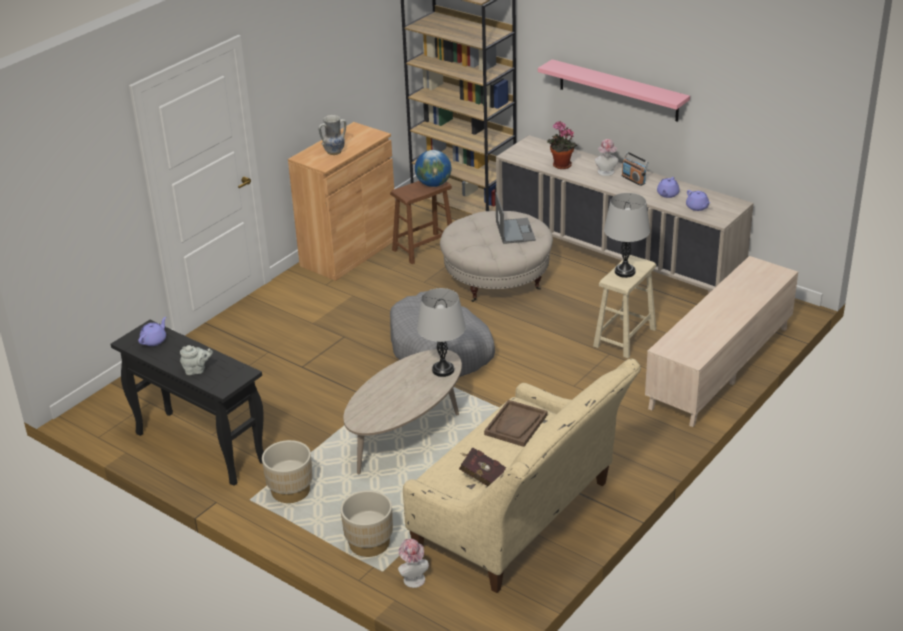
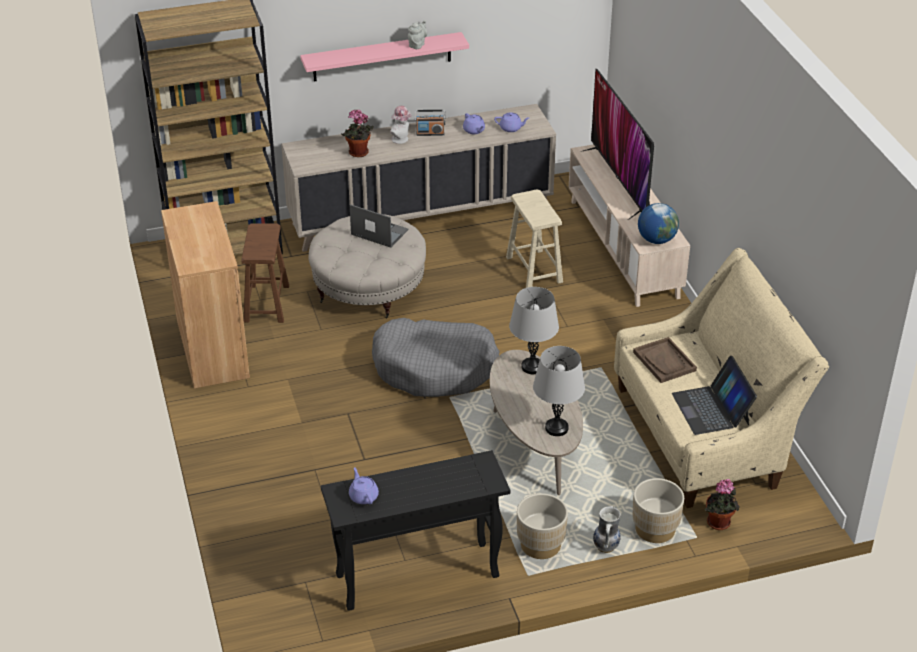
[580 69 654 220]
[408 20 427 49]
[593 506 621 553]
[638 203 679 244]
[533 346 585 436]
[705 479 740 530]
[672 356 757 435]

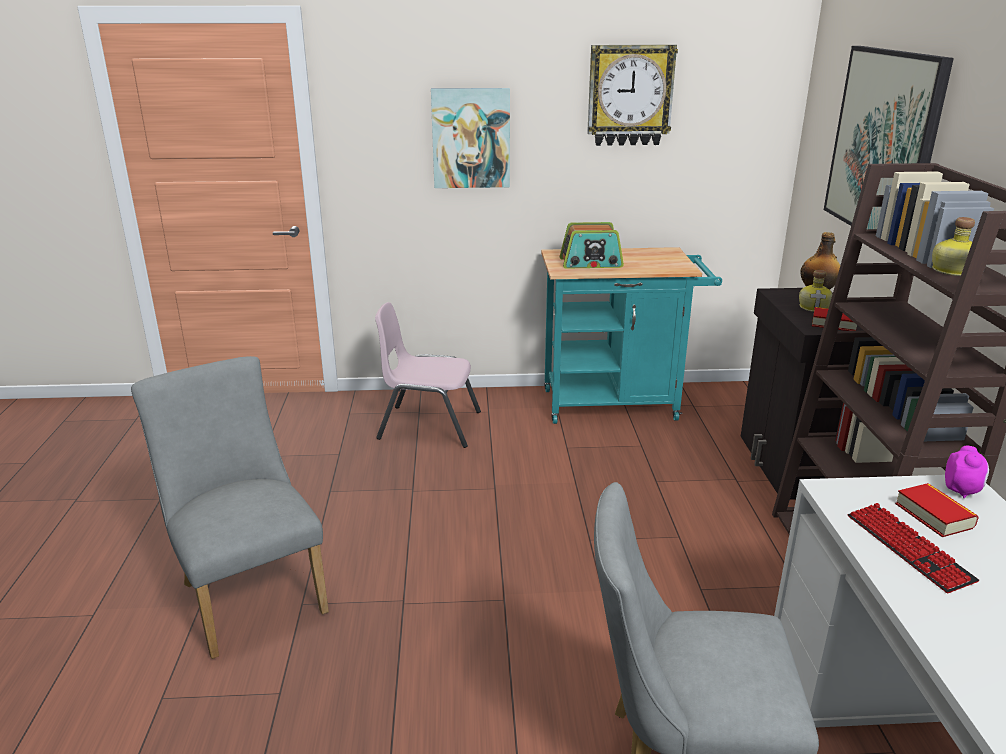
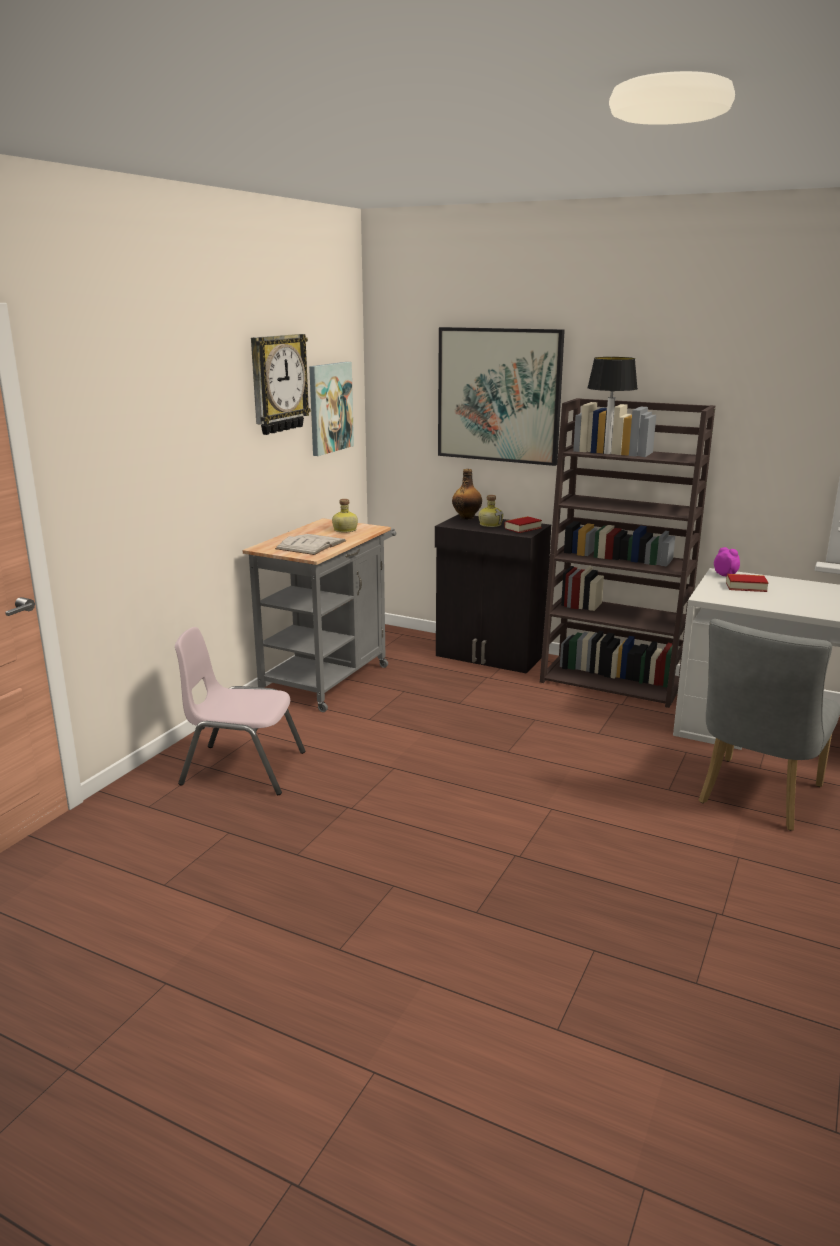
[131 356 329 659] (first image)
[848 503 979 593] (first image)
[587 357 638 454]
[309 362 354 456]
[332 499 358 532]
[275 534 347 555]
[242 518 396 712]
[175 627 305 795]

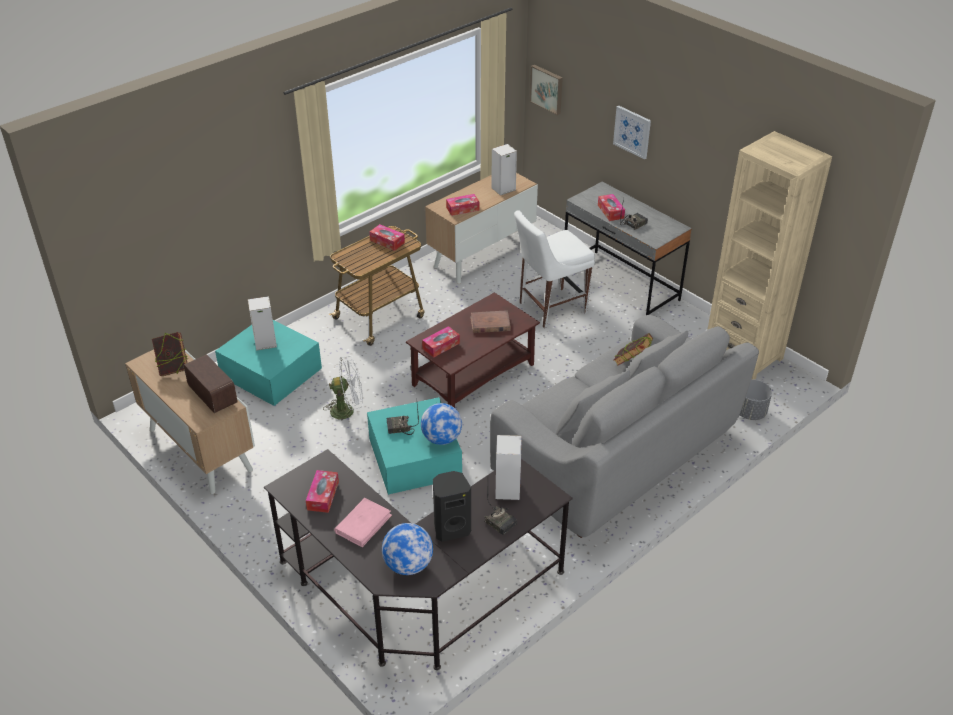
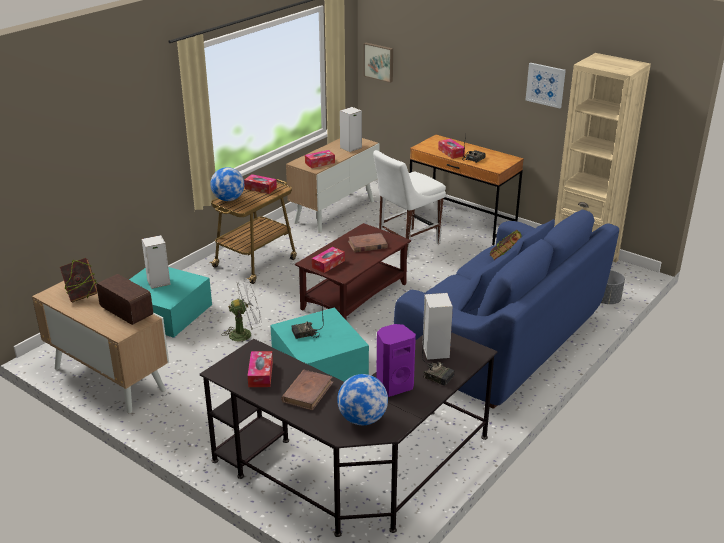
[210 167 244 201]
[526 63 566 108]
[281 370 333 411]
[376 324 416 397]
[394 209 619 409]
[410 135 524 245]

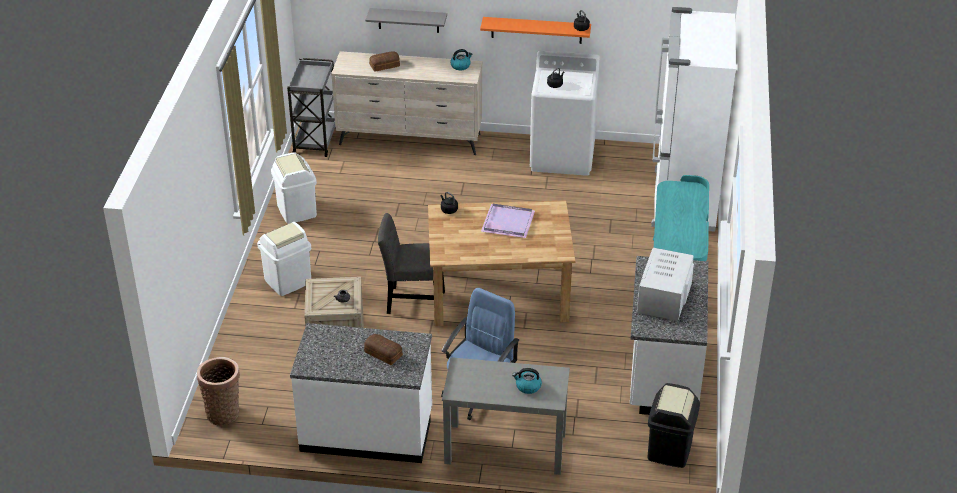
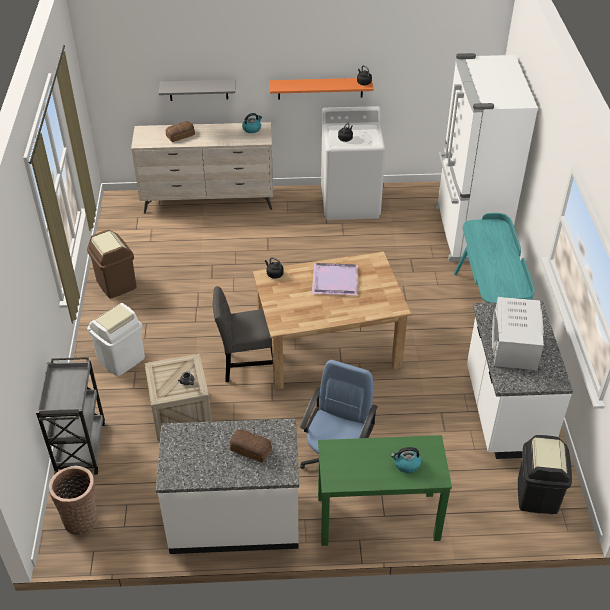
[36 357 105 475]
[87 230 137 299]
[318 435 452 546]

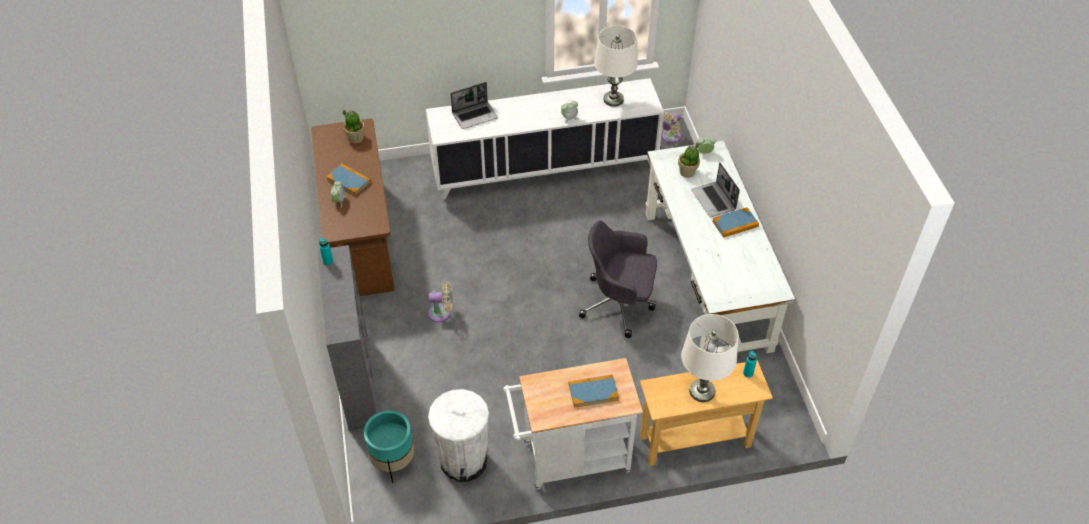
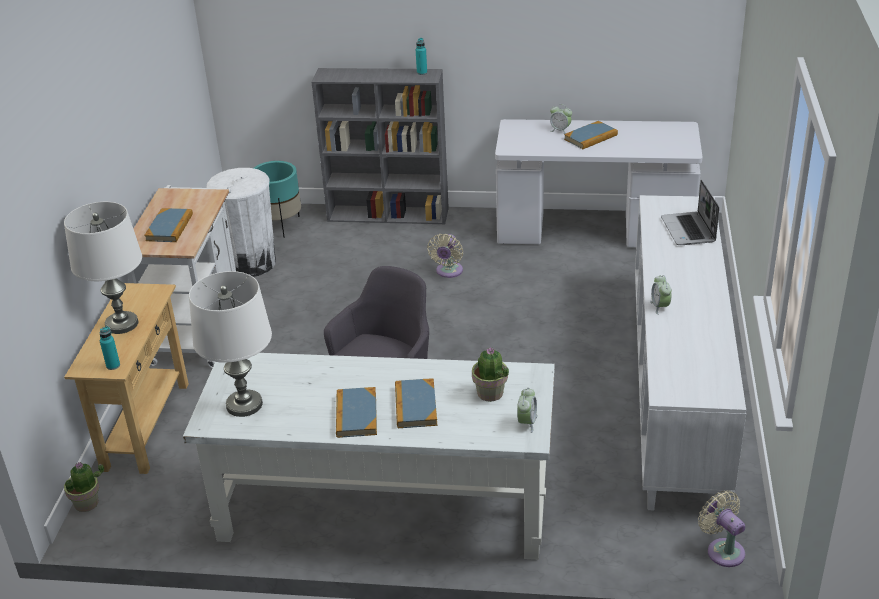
[64 462 104 512]
[189 271 272 417]
[395 378 437 428]
[495 119 703 247]

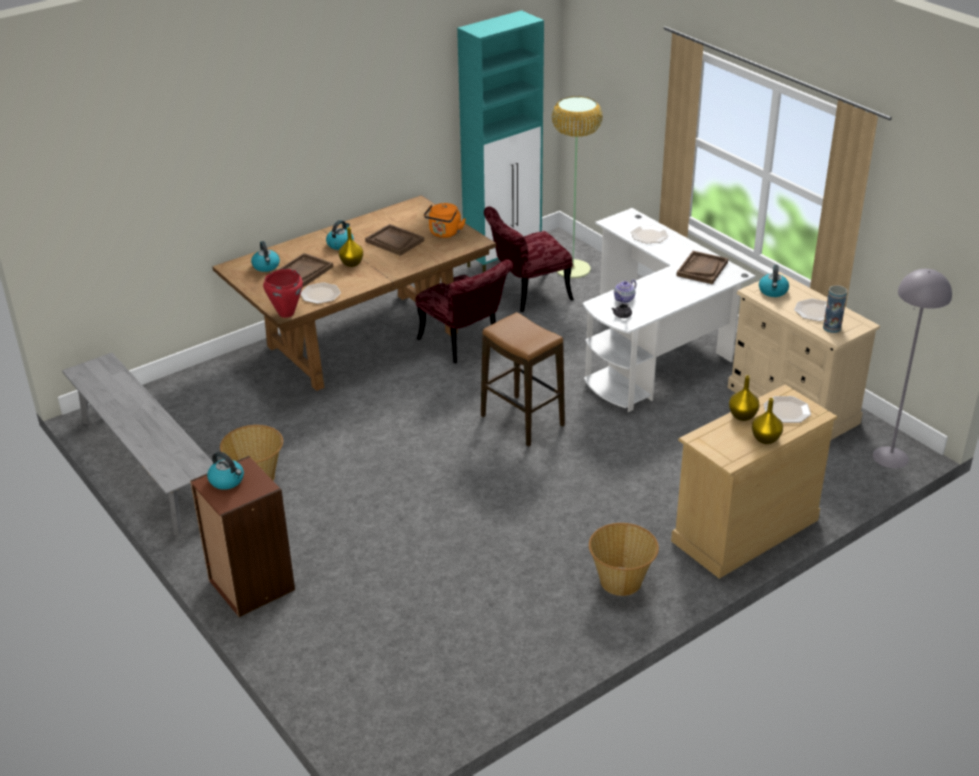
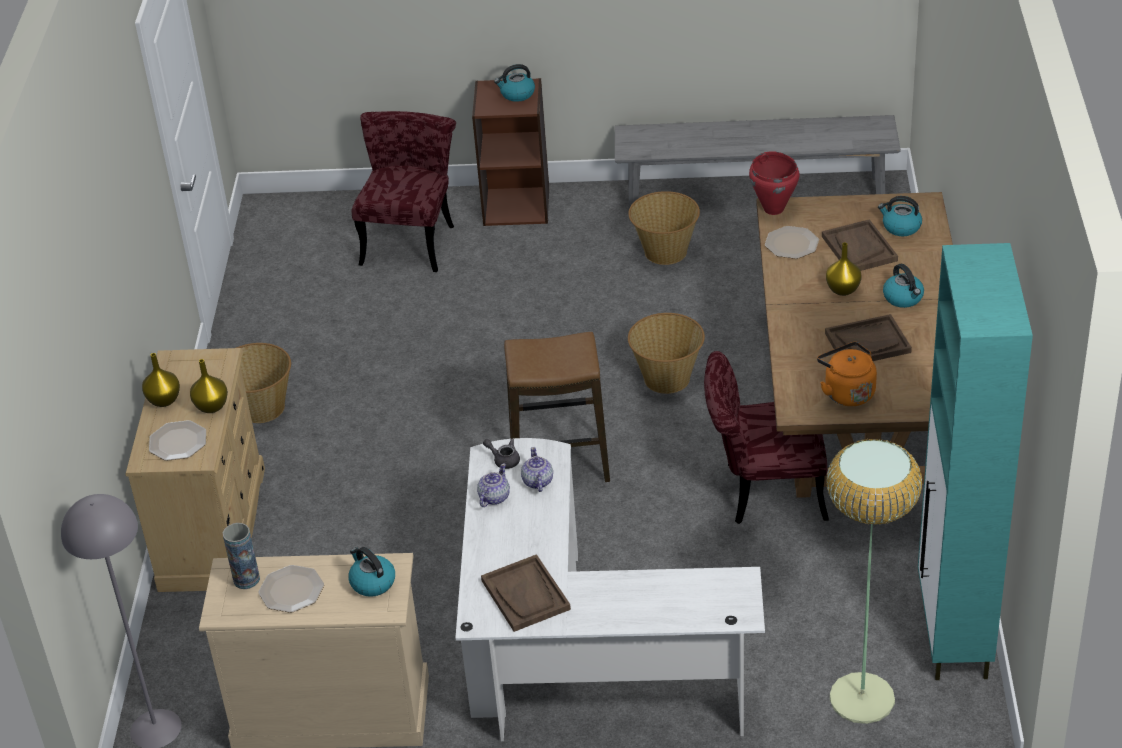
[631 225 668 243] (first image)
[477 463 510 507]
[628 313 705 394]
[351 111 456 272]

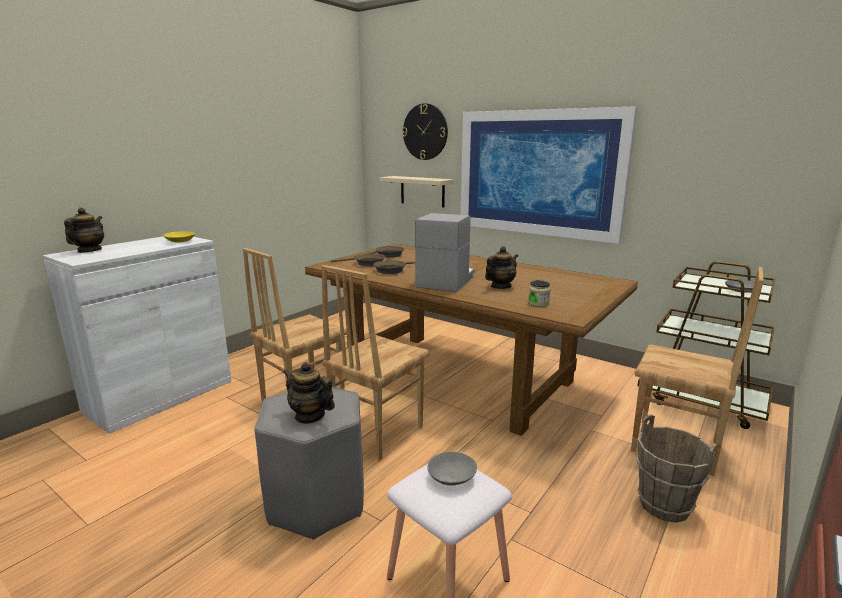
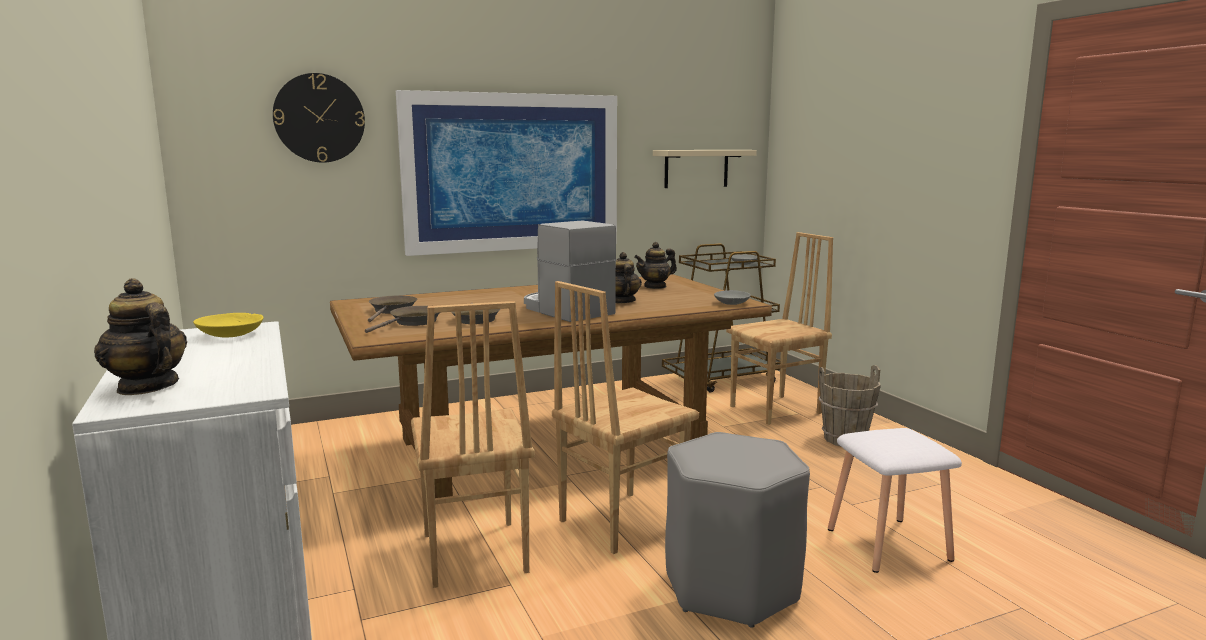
[528 280 550 307] (first image)
[634 242 677 289]
[653 150 757 188]
[714 290 751 305]
[552 281 699 554]

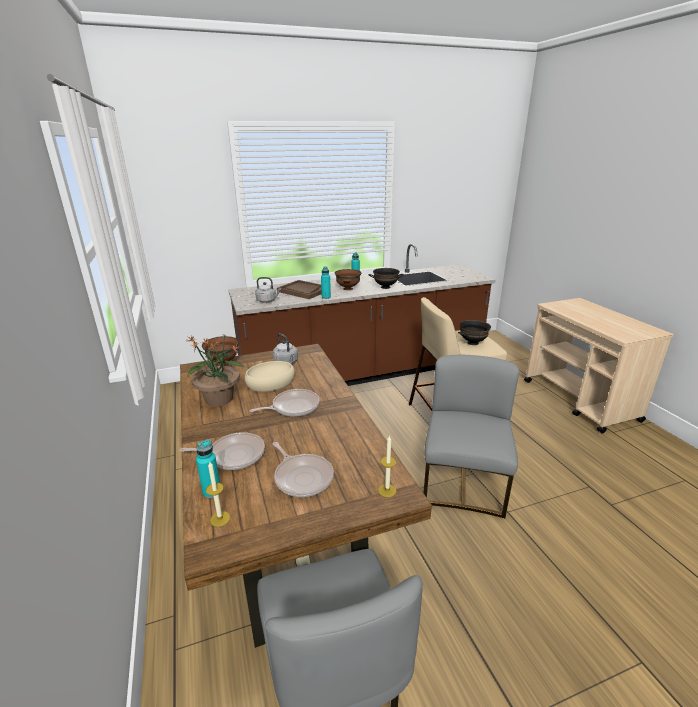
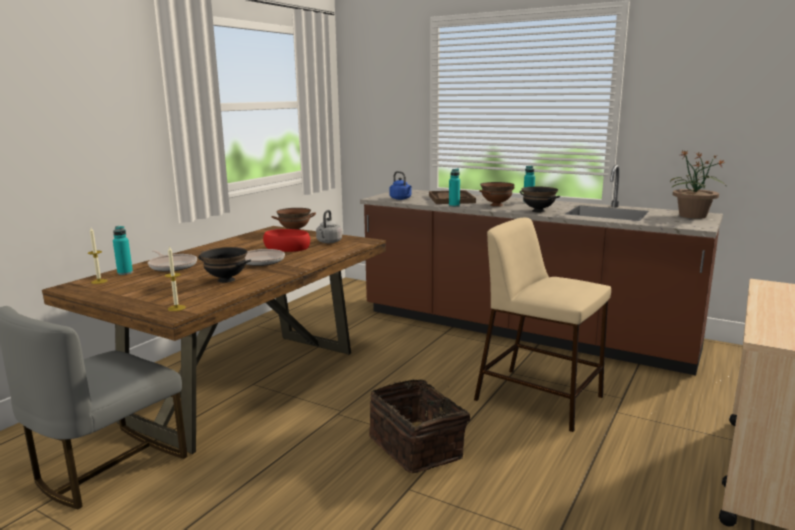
[272 442 334 497] (first image)
[670 150 727 219]
[198 247 251 283]
[369 380 470 473]
[263 229 310 252]
[389 171 412 200]

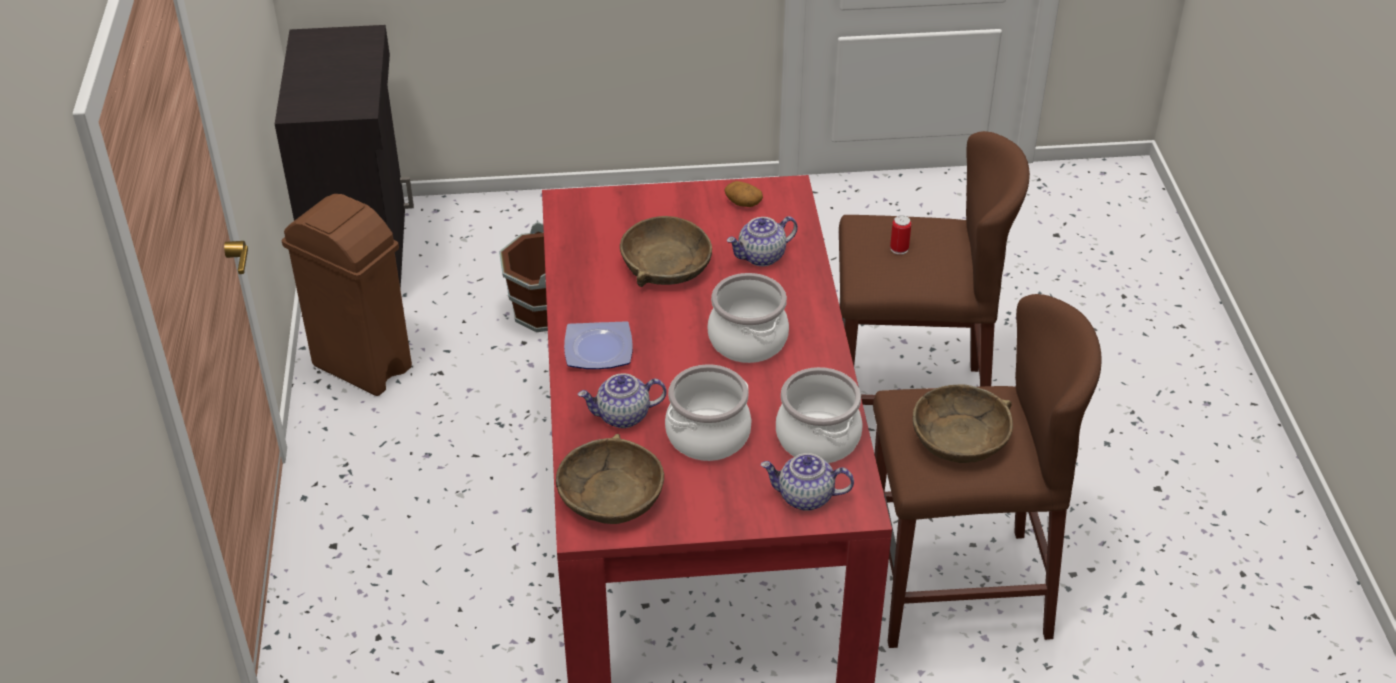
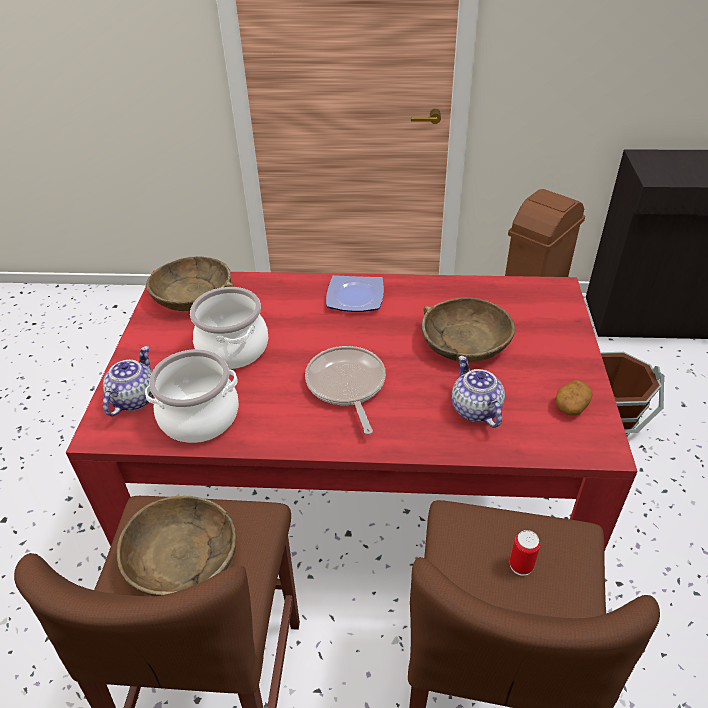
[578 373 666 428] (first image)
[305 346 386 435]

